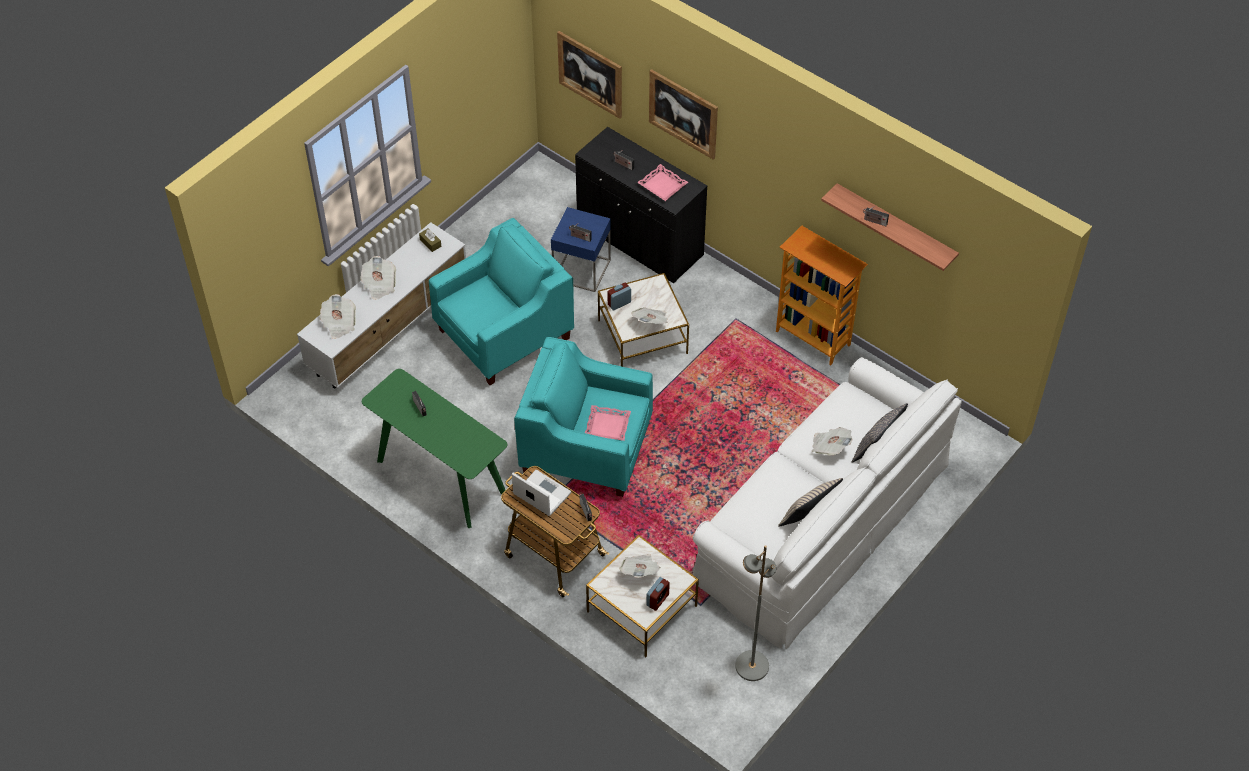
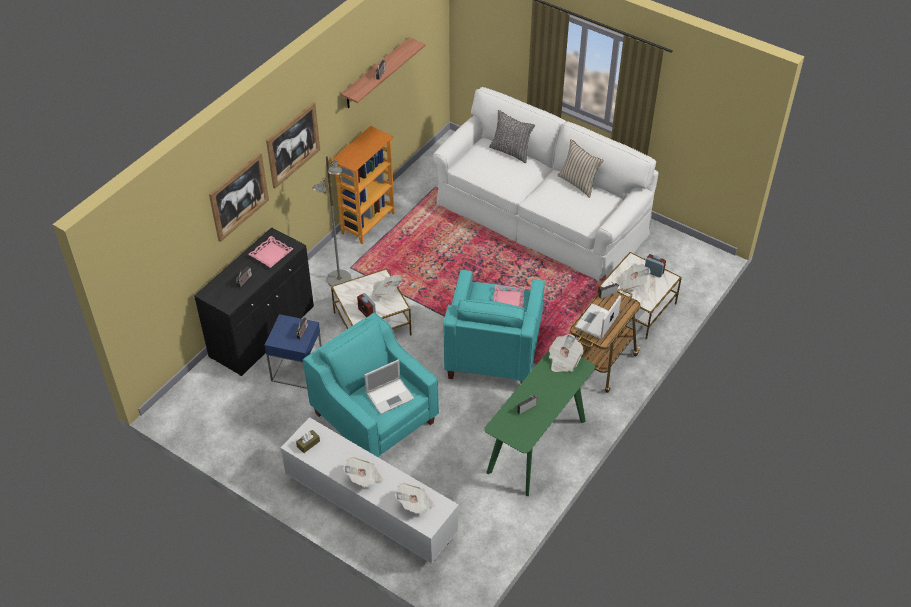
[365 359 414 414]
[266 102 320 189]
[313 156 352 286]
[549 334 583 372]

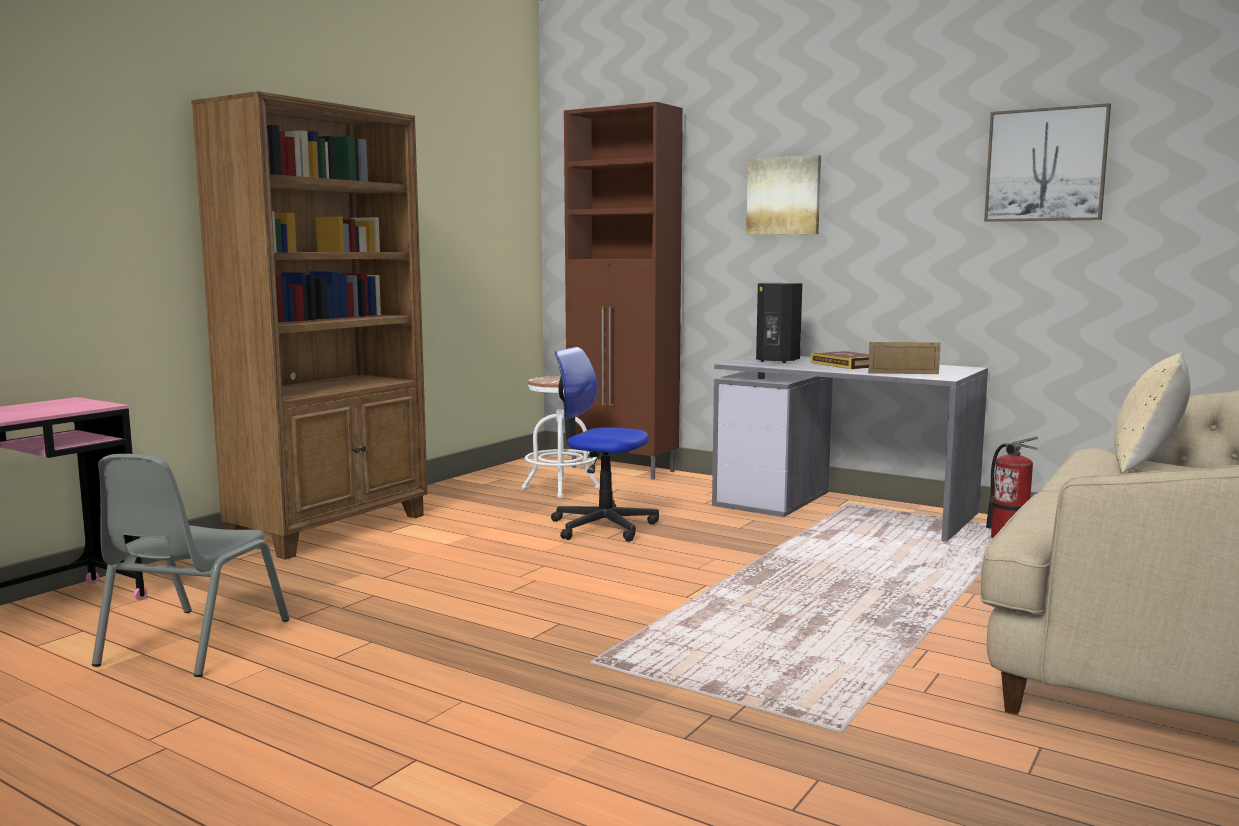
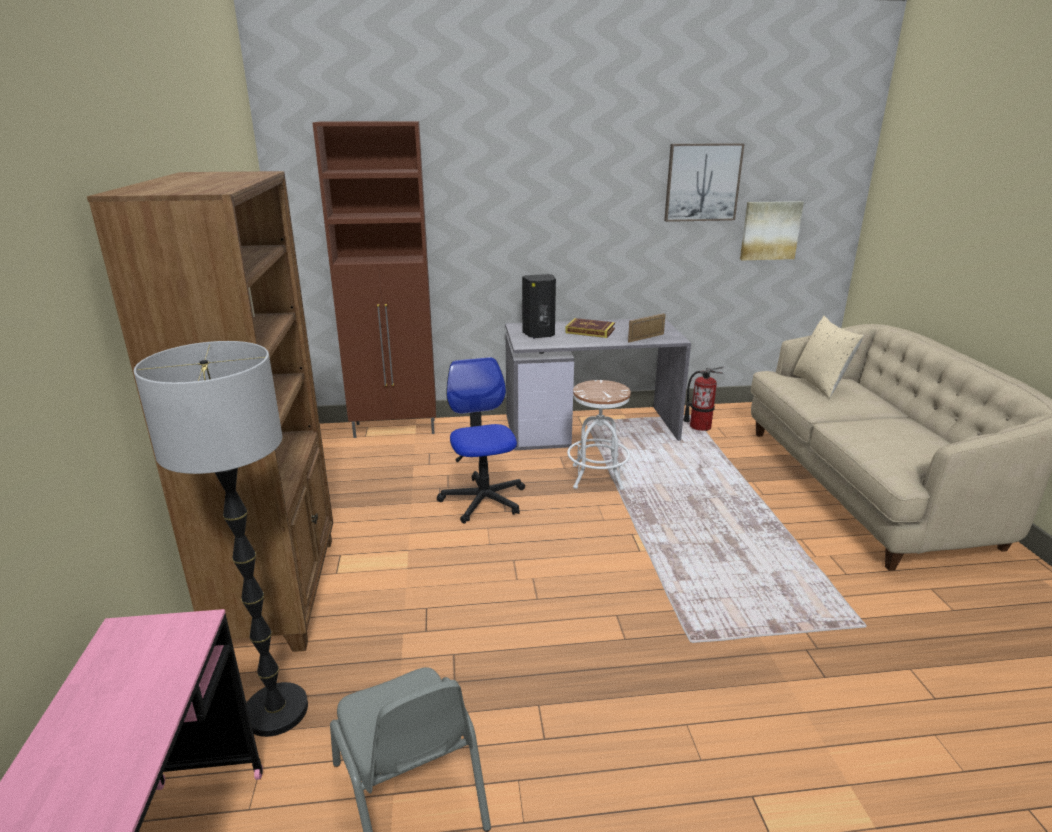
[134 341 308 737]
[567 380 631 490]
[740 201 804 260]
[437 357 525 523]

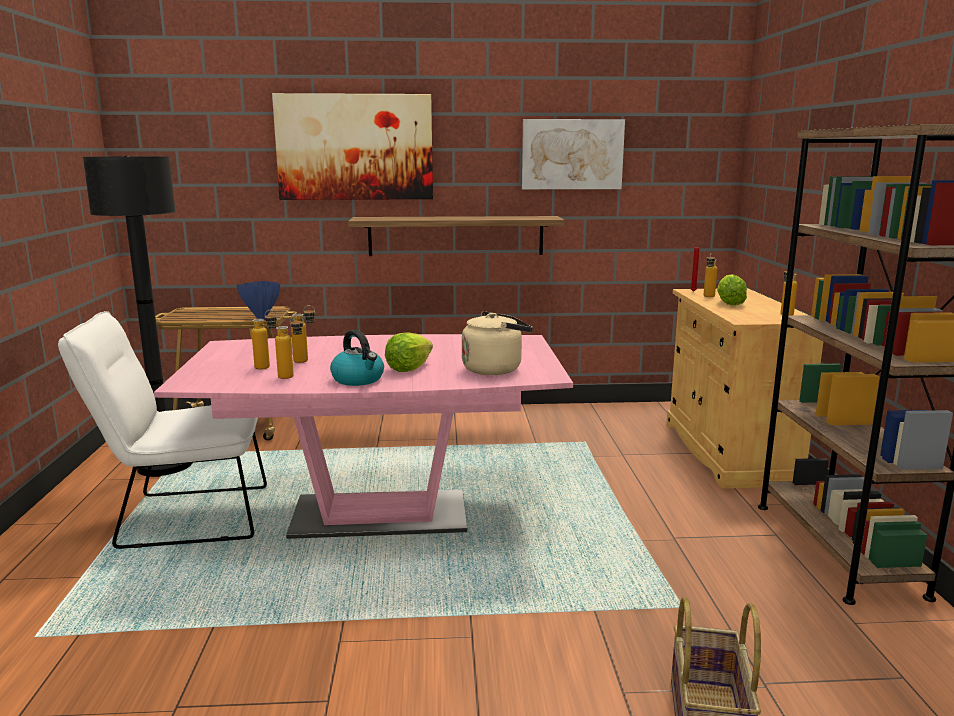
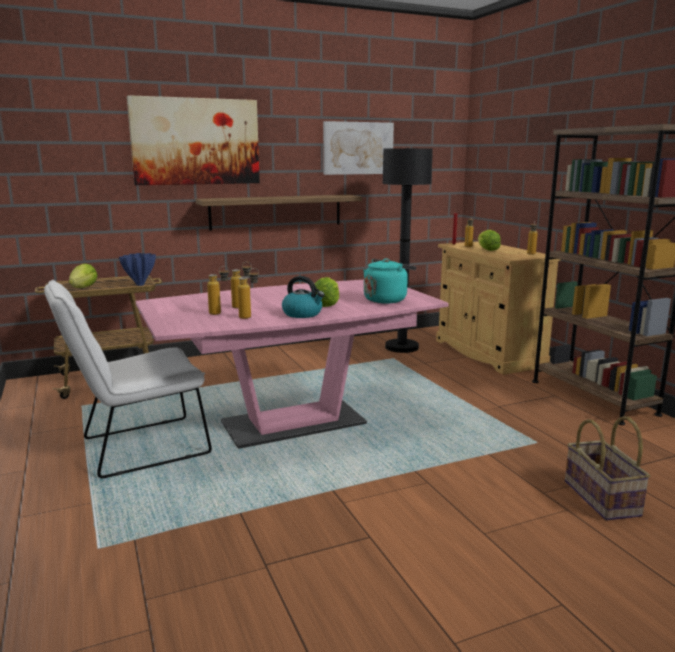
[69 263 98 288]
[382 148 433 353]
[363 258 416 304]

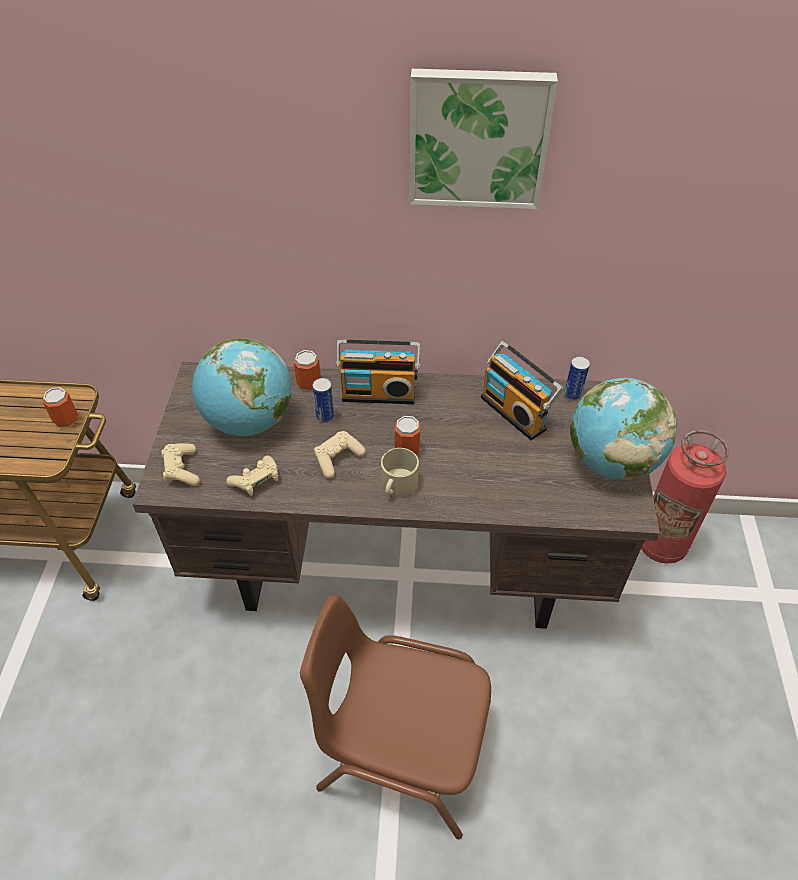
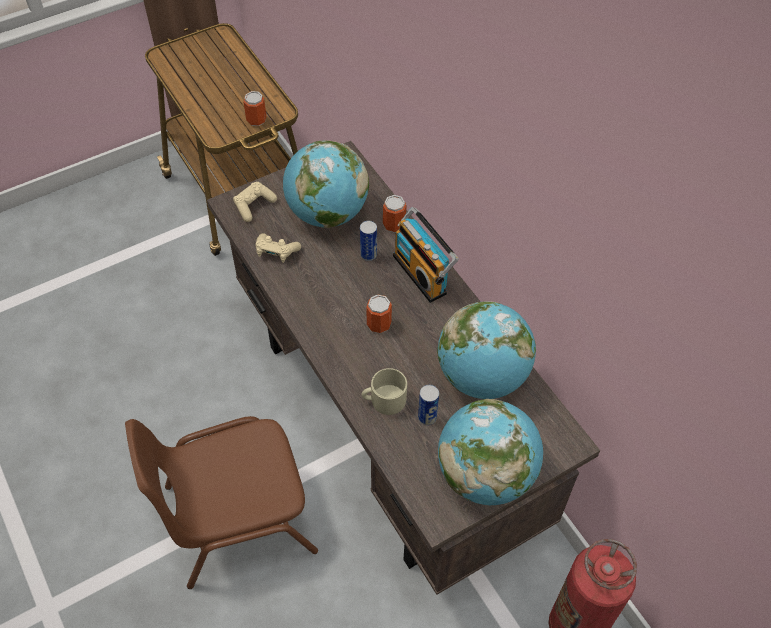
[314 431 366 479] (first image)
[409 69 558 209] (first image)
[361 368 407 415]
[418 385 439 425]
[437 301 536 399]
[125 416 318 589]

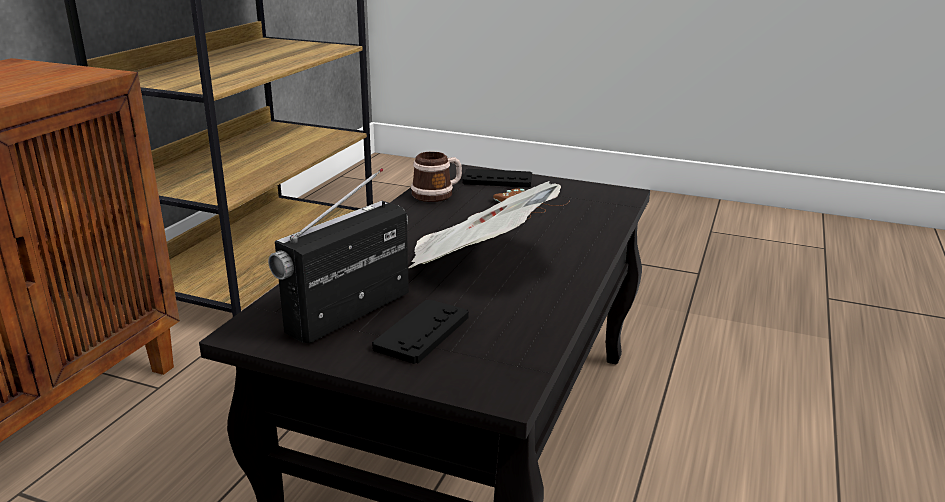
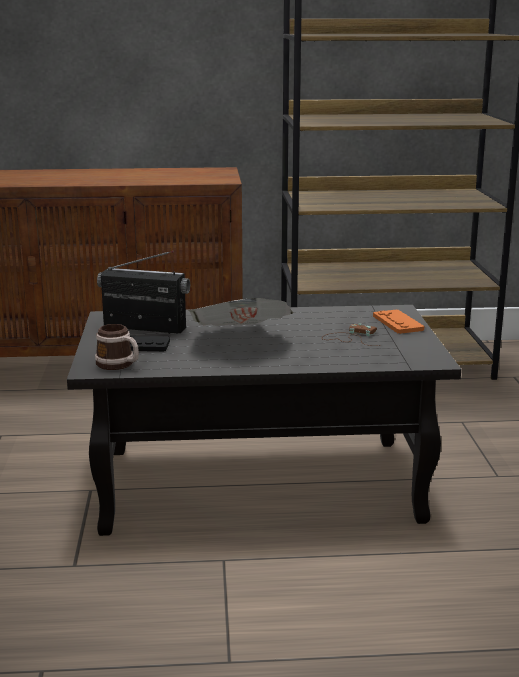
[95 324 139 370]
[373 309 424 334]

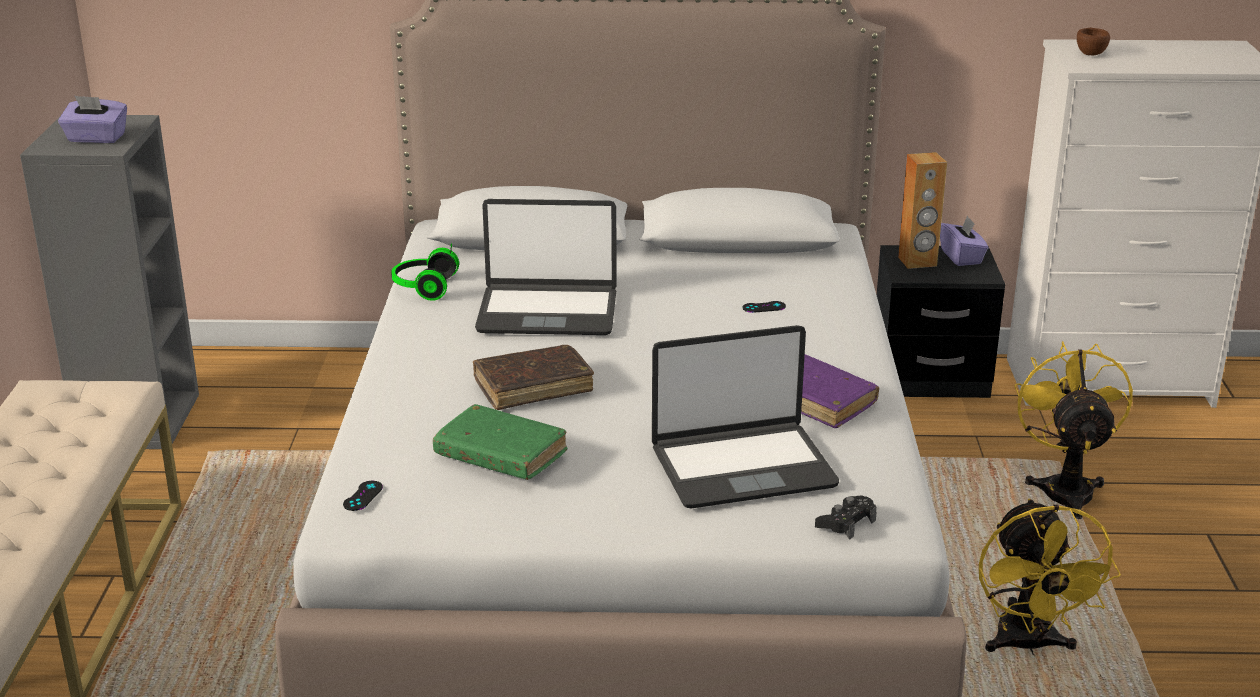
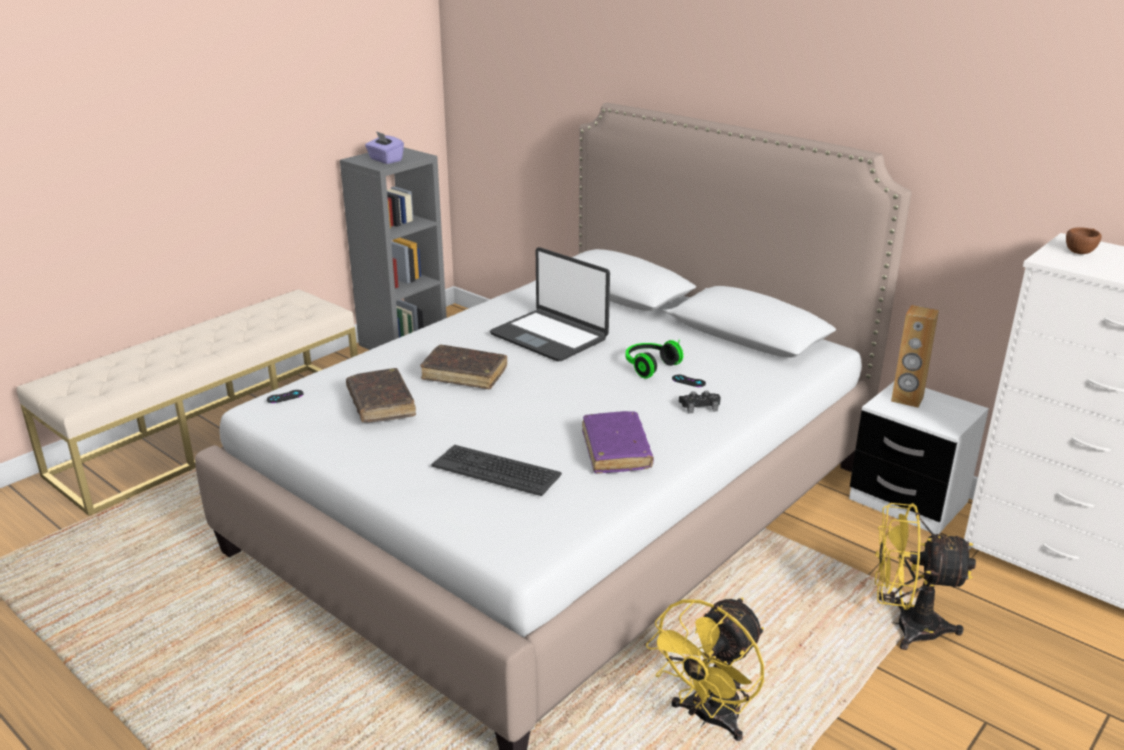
[940 215 988 266] (first image)
[626 339 683 379]
[679 391 721 413]
[431 445 562 496]
[346 368 416 422]
[849 382 989 535]
[875 503 976 650]

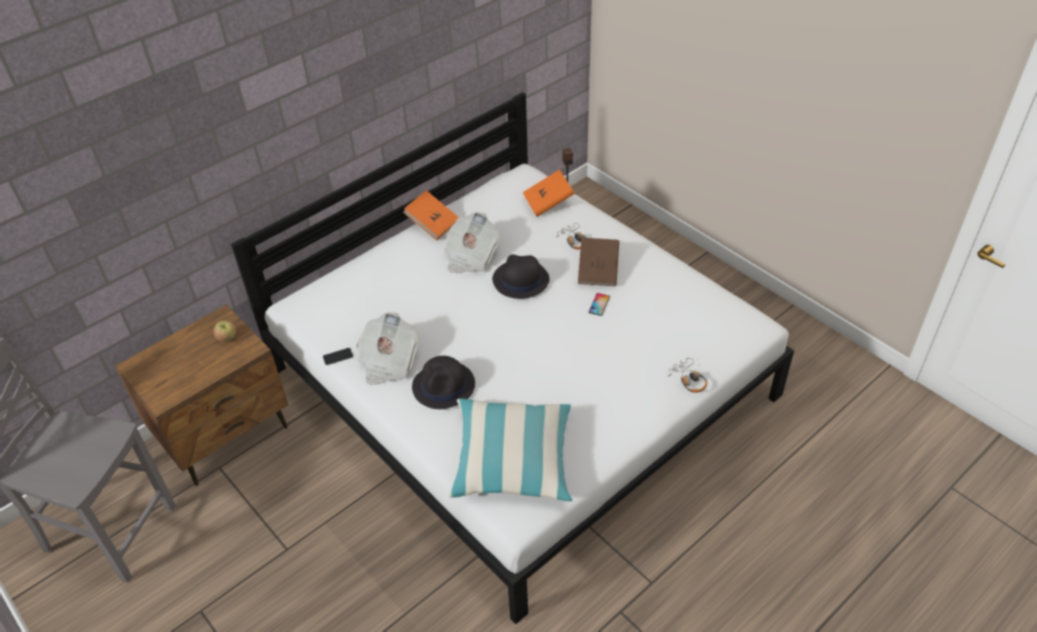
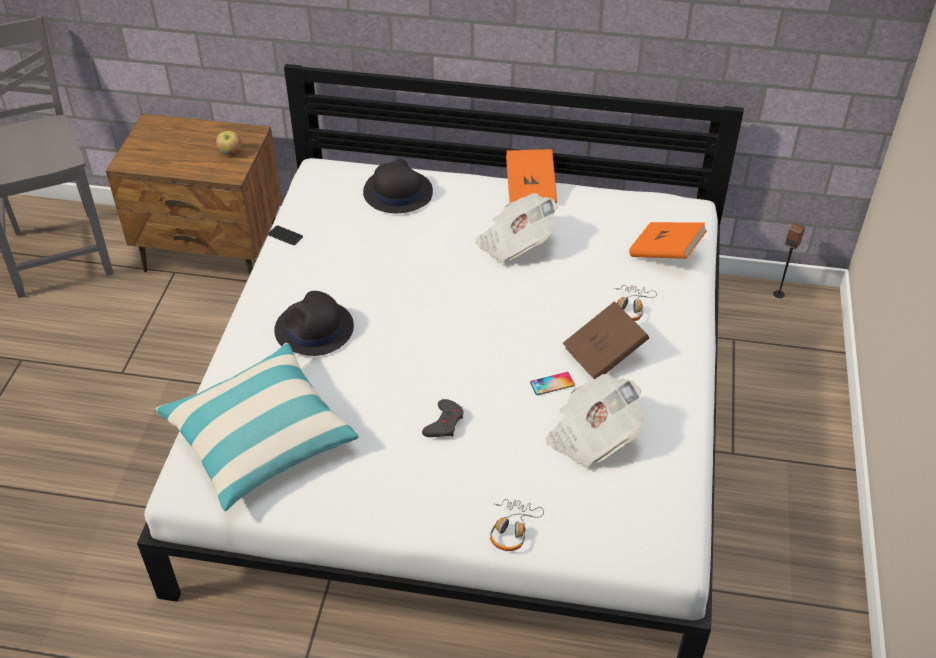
[422 399 464 437]
[546 374 644 468]
[363 159 433 213]

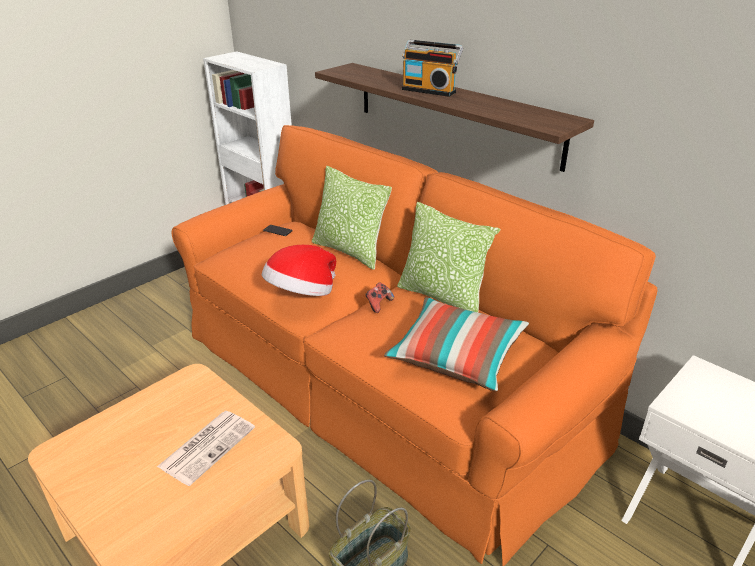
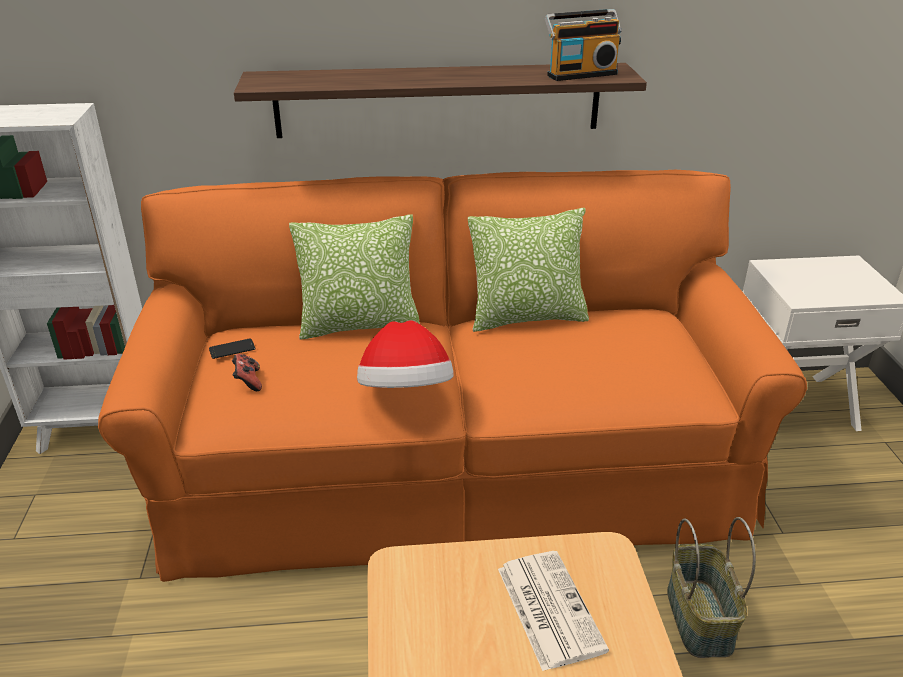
[384 297 529 392] (first image)
[232 354 262 391]
[545 9 622 81]

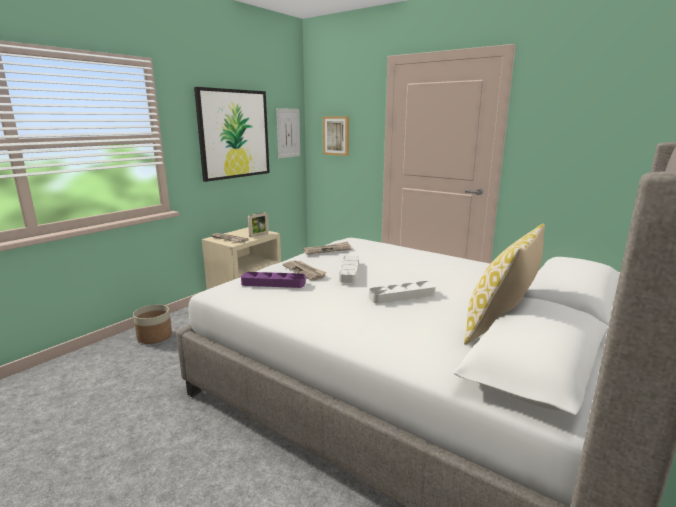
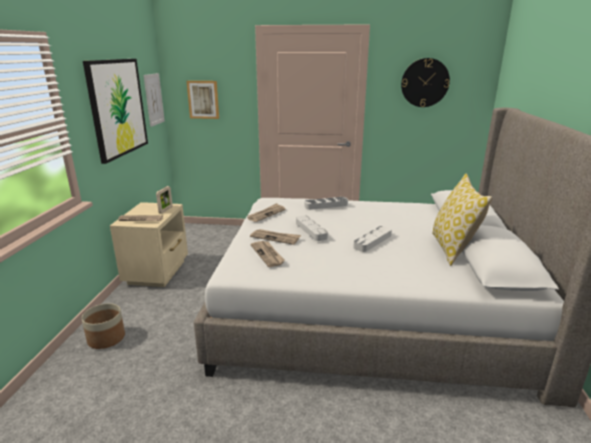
[304 197 348 210]
[401 58 450 107]
[250 241 285 267]

